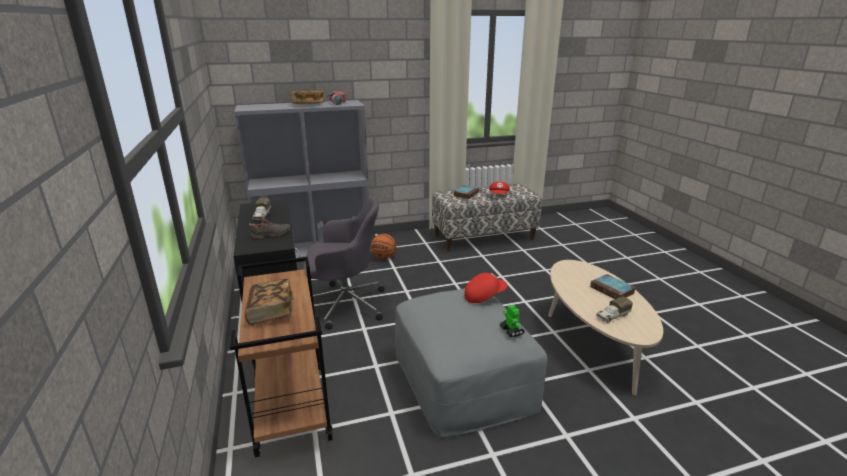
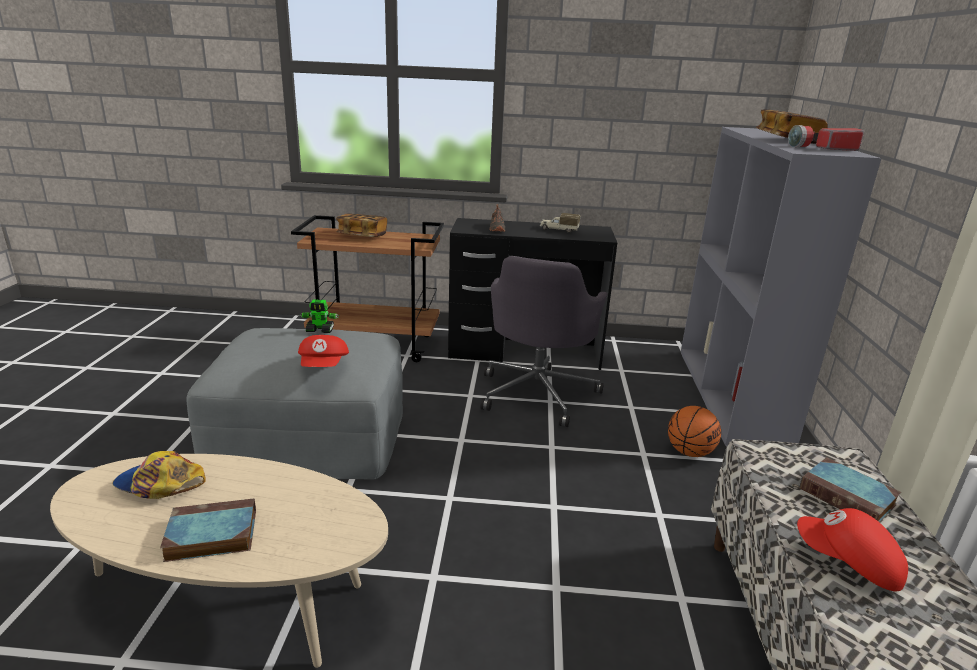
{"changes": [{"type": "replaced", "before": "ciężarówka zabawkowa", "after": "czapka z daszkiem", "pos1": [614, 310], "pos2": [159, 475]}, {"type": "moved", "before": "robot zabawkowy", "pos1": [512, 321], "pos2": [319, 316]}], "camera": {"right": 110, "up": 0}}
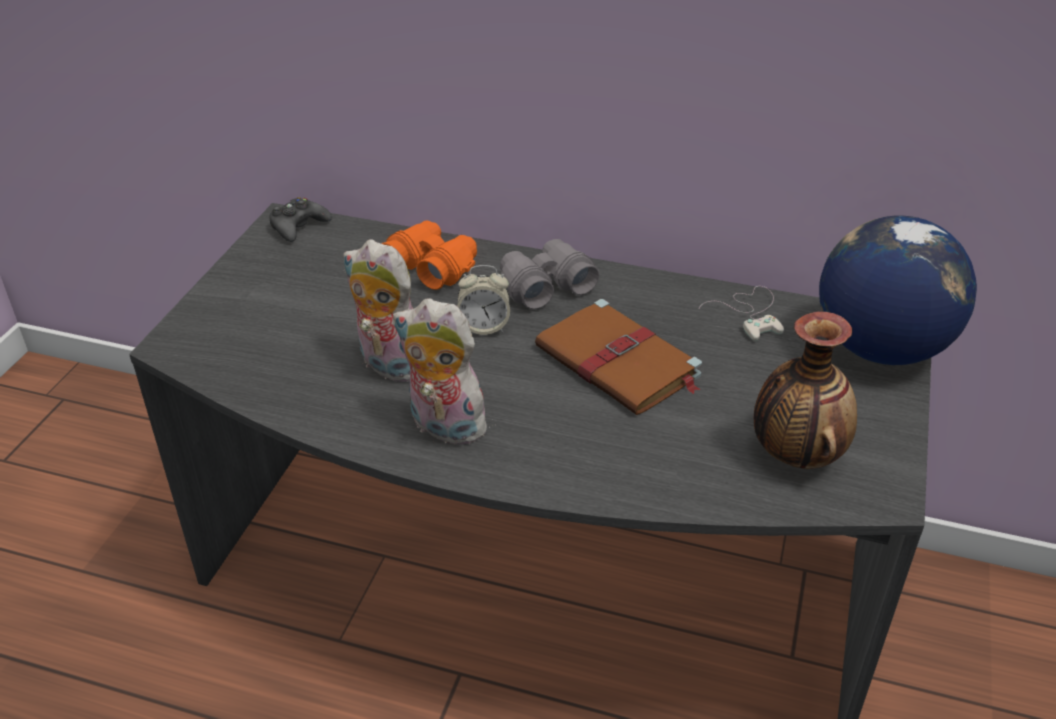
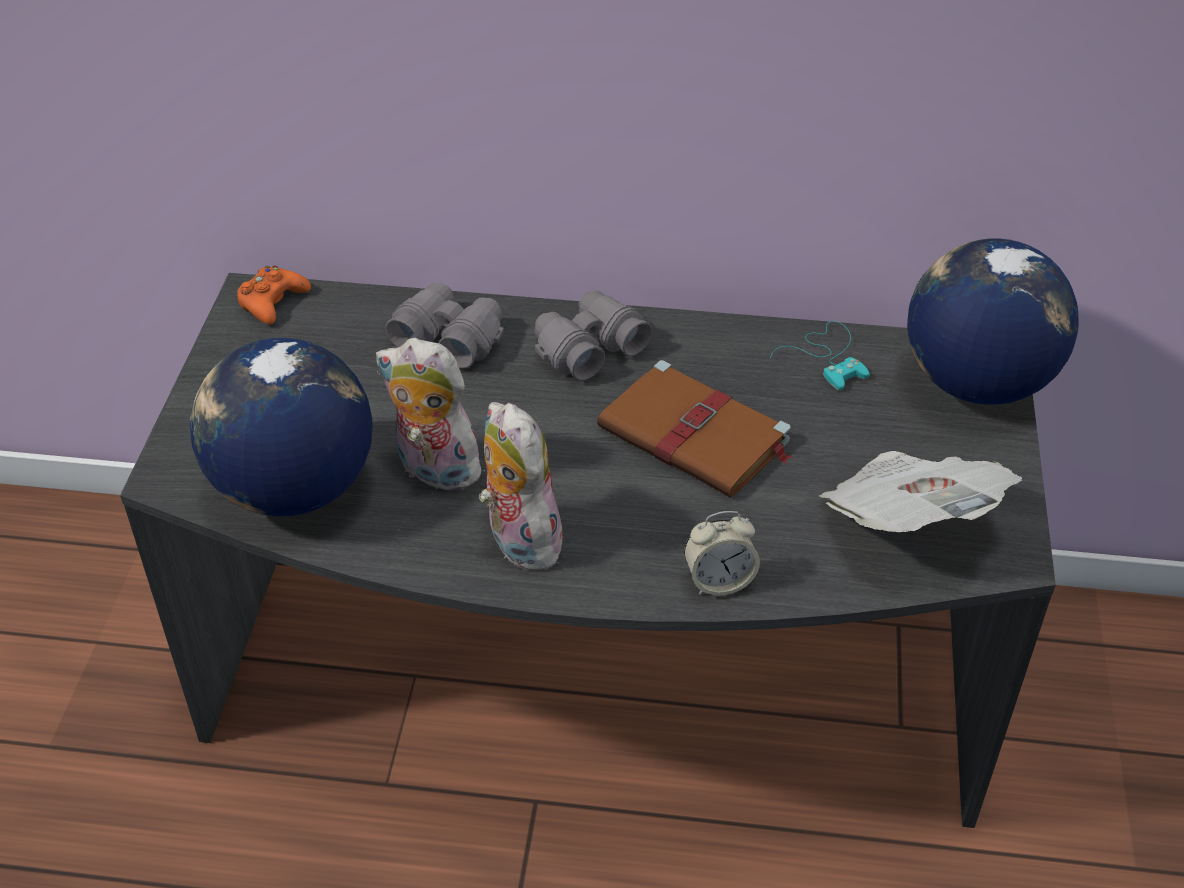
{"changes": [{"type": "recoloured", "before": "pad do gier (czarny)", "after": "pad do gier (pomarańczowy)", "pos1": [300, 219], "pos2": [274, 295]}, {"type": "recoloured", "before": "lornetka (pomarańczowy)", "after": "lornetka (szary)", "pos1": [429, 255], "pos2": [445, 326]}, {"type": "moved", "before": "budzik", "pos1": [483, 300], "pos2": [722, 553]}, {"type": "recoloured", "before": "pad do gier (biały)", "after": "pad do gier (turkusowy)", "pos1": [741, 313], "pos2": [820, 356]}, {"type": "turned", "before": "pluszak", "pos1": [443, 371], "pos2": [523, 486], "turn": 45}, {"type": "replaced", "before": "wazon", "after": "gazeta", "pos1": [805, 390], "pos2": [920, 491]}, {"type": "added", "after": "globus", "pos2": [281, 427]}], "camera": {"right": -10, "up": 5}}
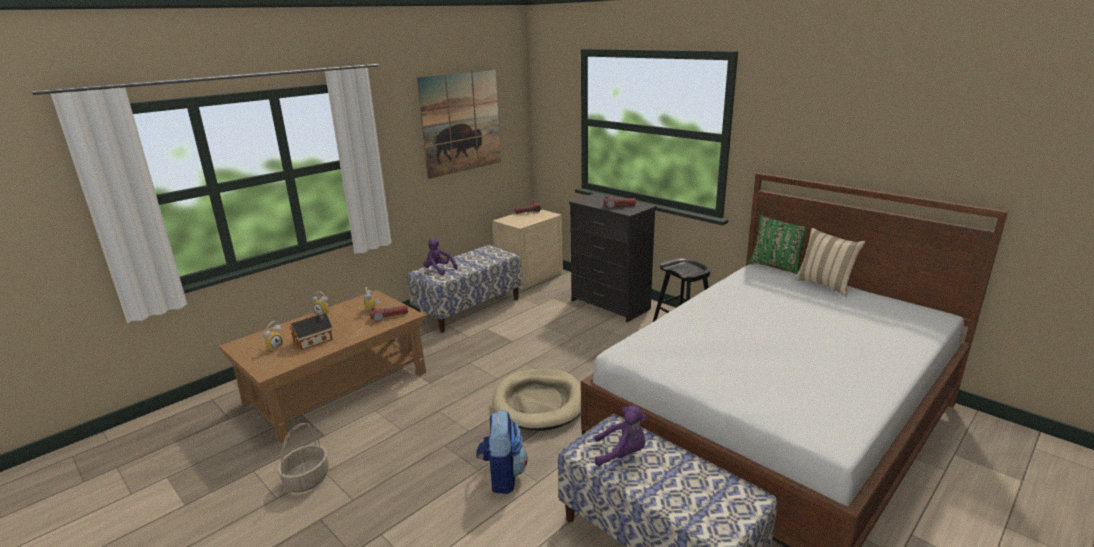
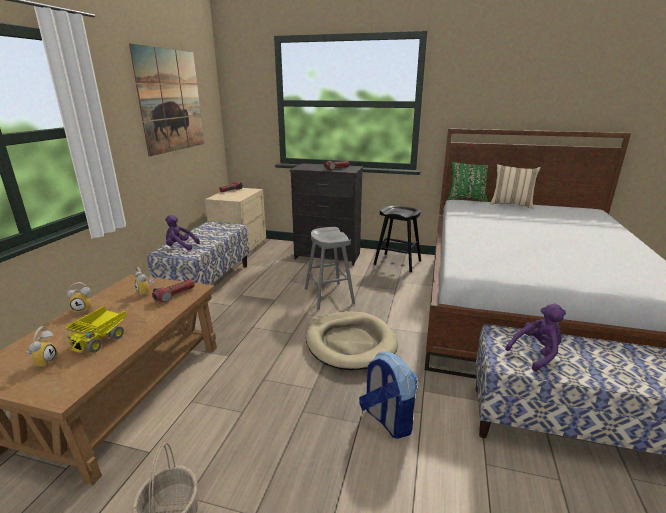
{"changes": [{"type": "replaced", "before": "domek", "after": "ciężarówka zabawkowa", "pos1": [311, 331], "pos2": [96, 330]}, {"type": "added", "after": "stołek (szary)", "pos2": [330, 268]}], "camera": {"right": -30, "up": 0}}
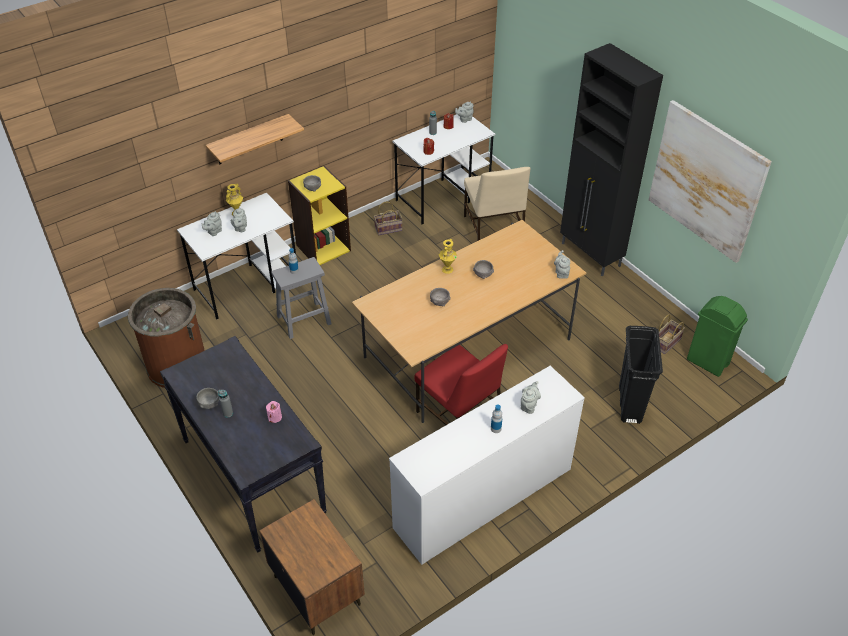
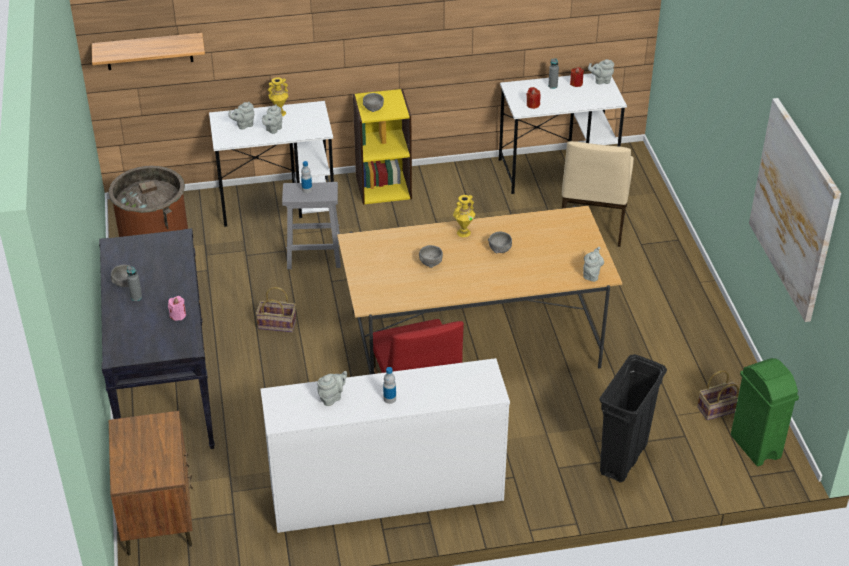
{"changes": [{"type": "removed", "before": "szafka (czarny)", "pos1": [611, 159]}, {"type": "moved", "before": "półka", "pos1": [255, 139], "pos2": [148, 51]}, {"type": "moved", "before": "koszyk", "pos1": [388, 218], "pos2": [276, 309]}, {"type": "moved", "before": "imbryk (szary)", "pos1": [531, 397], "pos2": [332, 388]}], "camera": {"right": 25, "up": -5}}
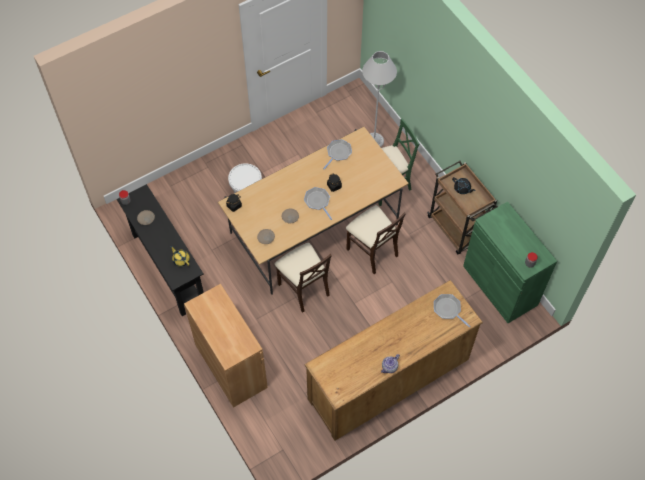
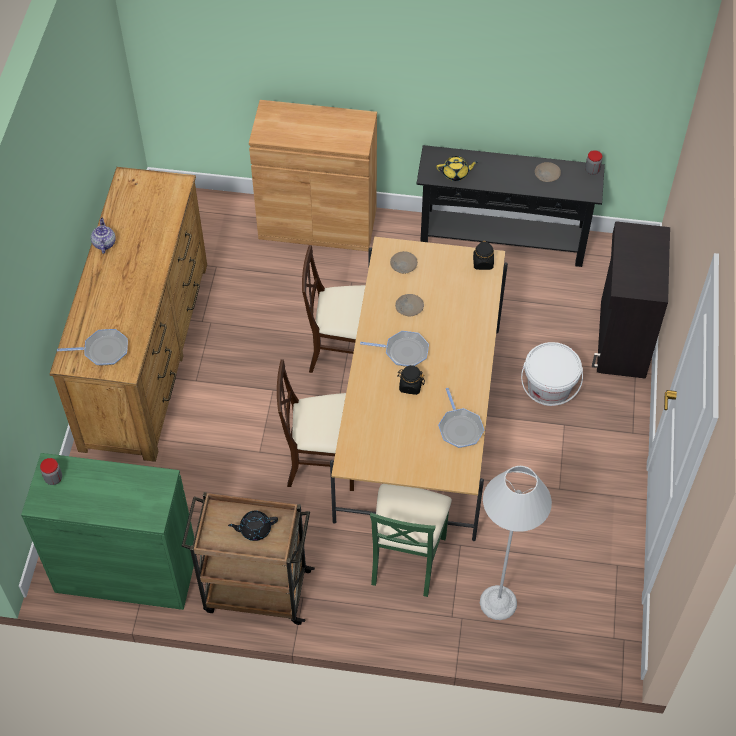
{"changes": [{"type": "added", "after": "szafka (czarny)", "pos2": [631, 300]}], "camera": {"right": 130, "up": -5}}
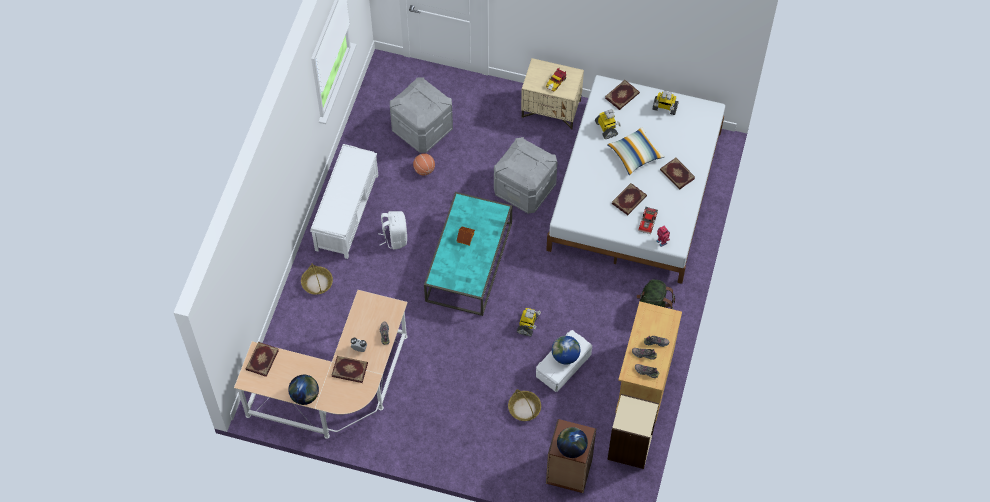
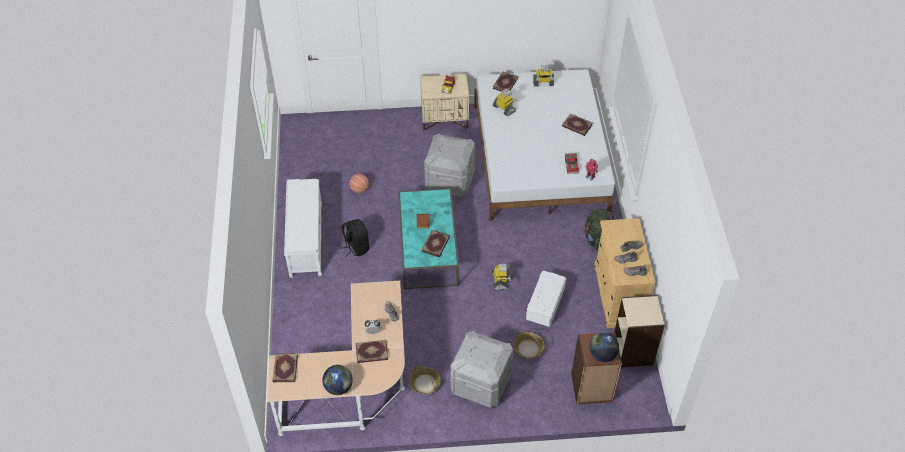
{"changes": [{"type": "moved", "before": "pojemnik do przechowywania (szary)", "pos1": [421, 115], "pos2": [482, 369]}, {"type": "removed", "before": "poduszka", "pos1": [636, 151]}, {"type": "moved", "before": "książka", "pos1": [629, 199], "pos2": [436, 243]}, {"type": "recoloured", "before": "plecak (biały)", "after": "plecak (czarny)", "pos1": [392, 230], "pos2": [355, 238]}, {"type": "moved", "before": "koszyk", "pos1": [317, 279], "pos2": [425, 380]}, {"type": "removed", "before": "globus", "pos1": [566, 350]}], "camera": {"right": -20, "up": -10}}
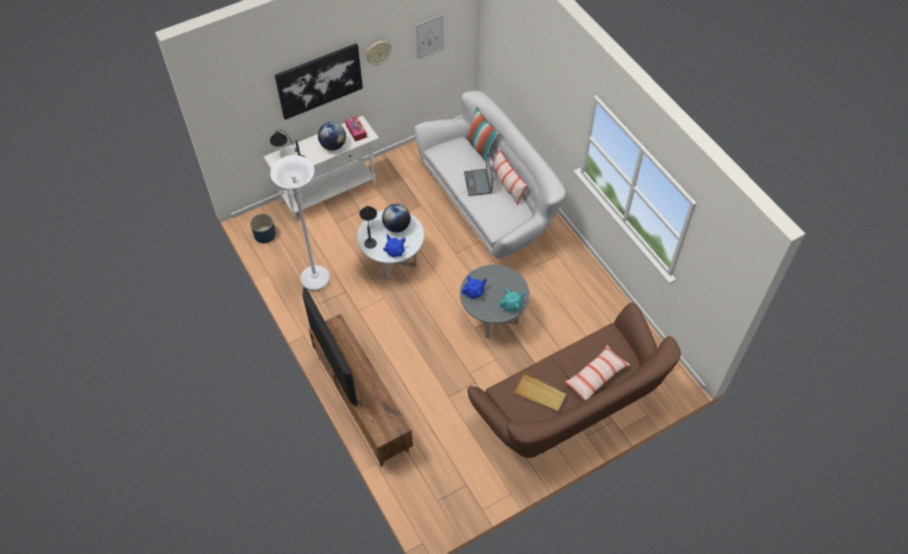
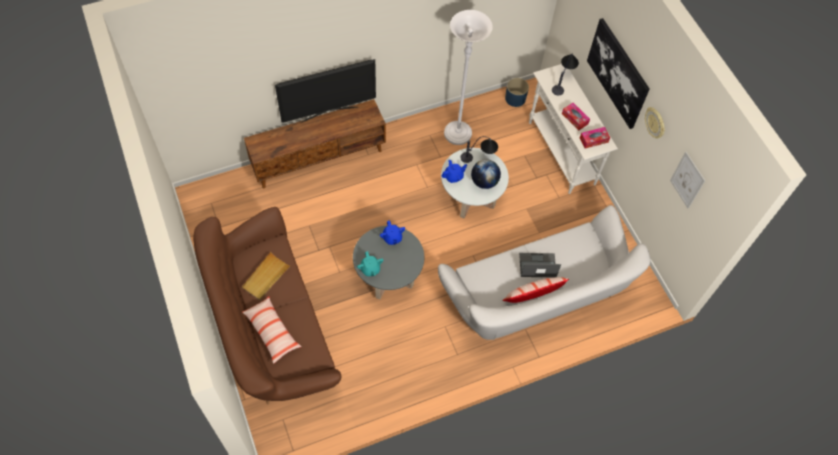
{"changes": [{"type": "removed", "before": "poduszka", "pos1": [482, 134]}, {"type": "replaced", "before": "globus", "after": "pudełko chusteczek", "pos1": [332, 136], "pos2": [576, 116]}], "camera": {"right": 95, "up": 5}}
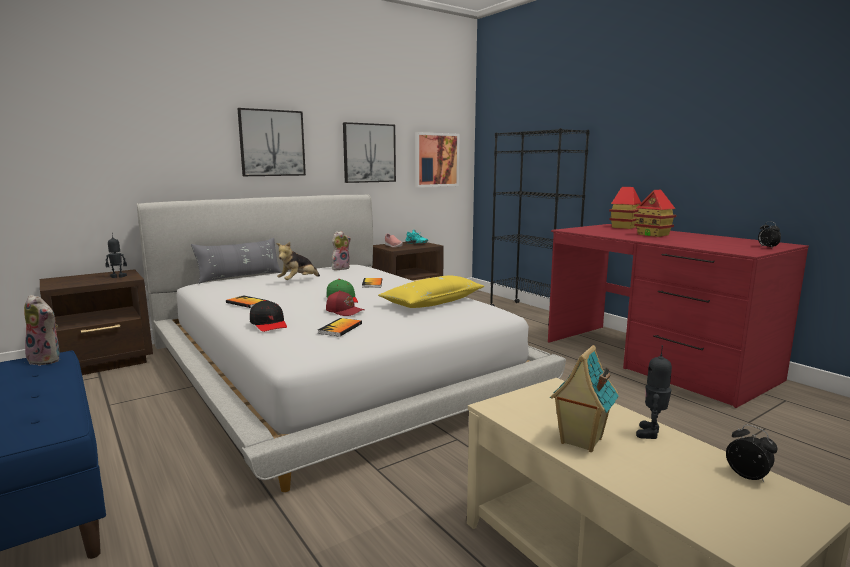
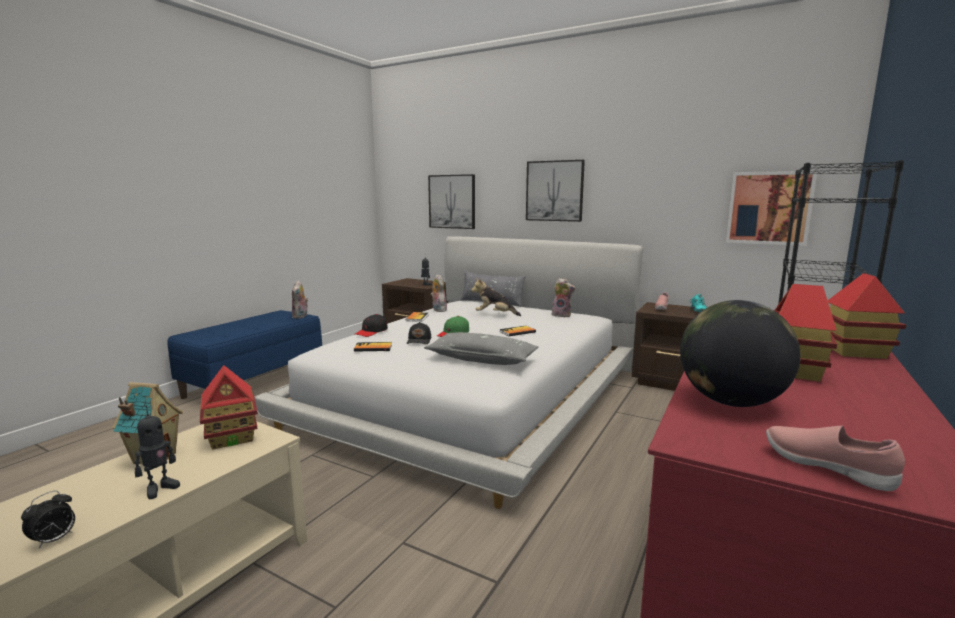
{"changes": [{"type": "moved", "before": "obraz", "pos1": [369, 152], "pos2": [451, 201]}, {"type": "replaced", "before": "budzik", "after": "but (różowy)", "pos1": [769, 235], "pos2": [835, 458]}, {"type": "recoloured", "before": "poduszka (żółty)", "after": "poduszka (szary)", "pos1": [431, 291], "pos2": [481, 348]}, {"type": "recoloured", "before": "czapka z daszkiem (czerwony)", "after": "czapka z daszkiem (czarny)", "pos1": [345, 303], "pos2": [419, 333]}, {"type": "turned", "before": "robot zabawkowy", "pos1": [654, 392], "pos2": [157, 452], "turn": 120}, {"type": "added", "after": "pluszak", "pos2": [438, 293]}, {"type": "added", "after": "globus", "pos2": [740, 353]}, {"type": "added", "after": "domek", "pos2": [229, 407]}], "camera": {"right": 65, "up": 0}}
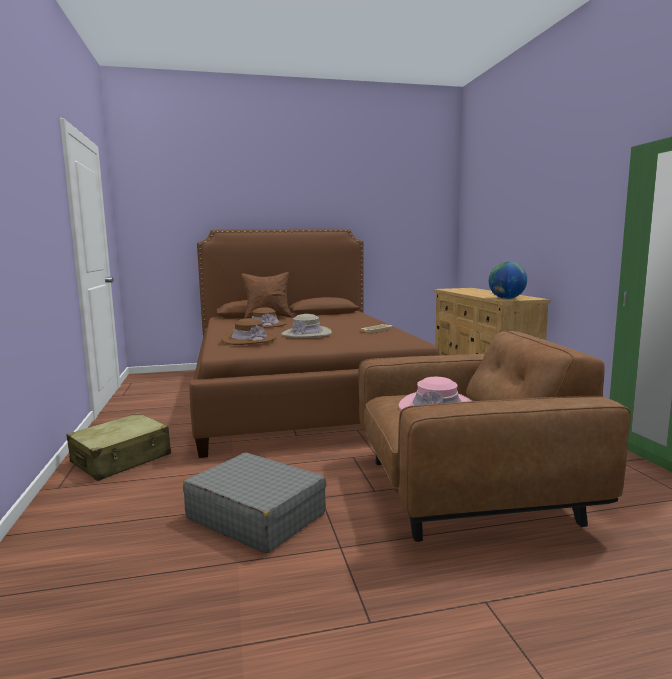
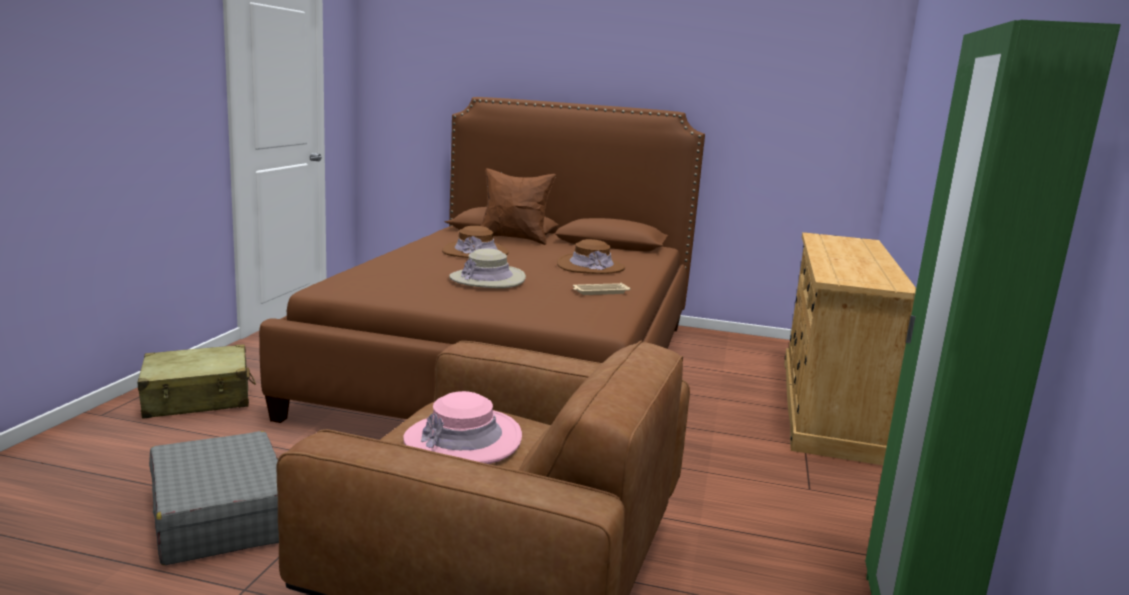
{"changes": [{"type": "removed", "before": "globus", "pos1": [508, 280]}, {"type": "moved", "before": "kapelusz (brązowy)", "pos1": [248, 331], "pos2": [591, 256]}], "camera": {"right": 25, "up": 5}}
